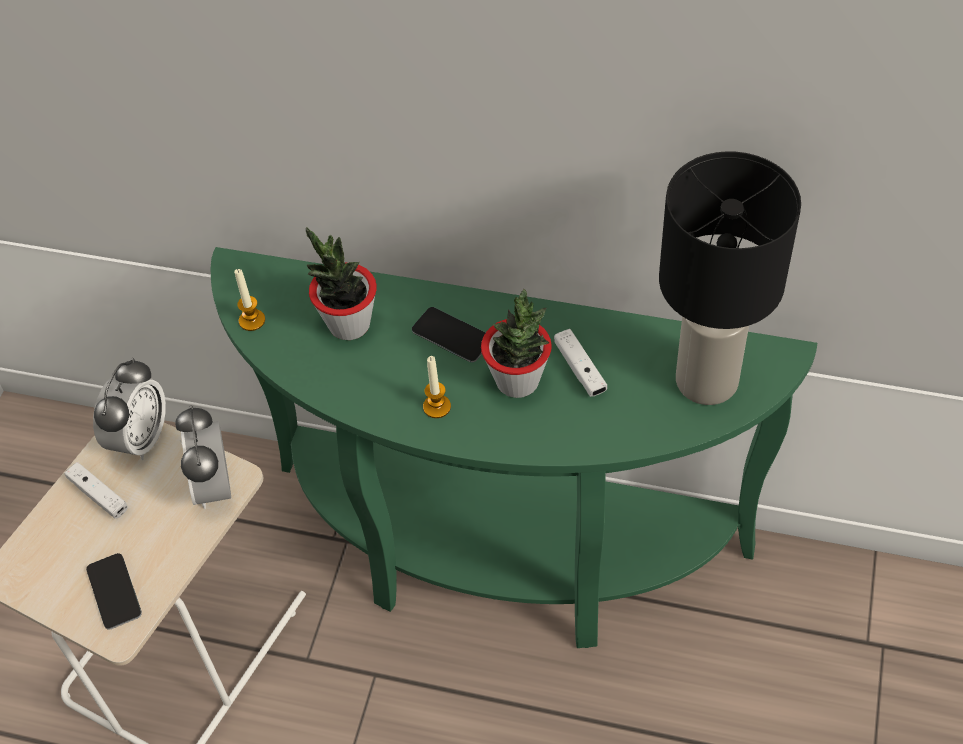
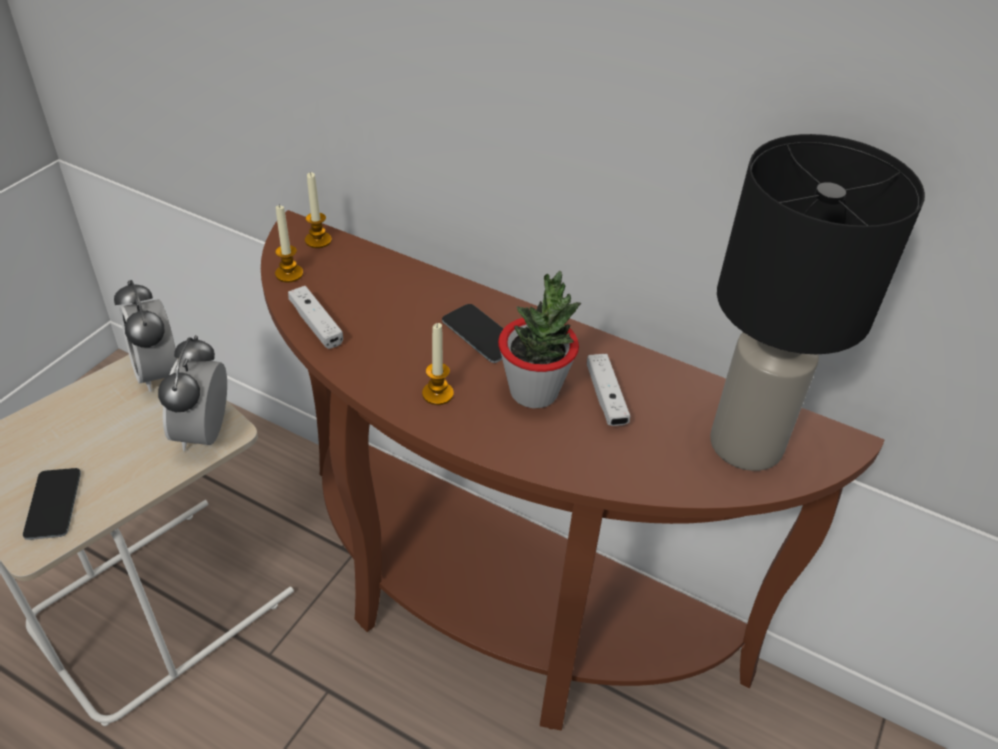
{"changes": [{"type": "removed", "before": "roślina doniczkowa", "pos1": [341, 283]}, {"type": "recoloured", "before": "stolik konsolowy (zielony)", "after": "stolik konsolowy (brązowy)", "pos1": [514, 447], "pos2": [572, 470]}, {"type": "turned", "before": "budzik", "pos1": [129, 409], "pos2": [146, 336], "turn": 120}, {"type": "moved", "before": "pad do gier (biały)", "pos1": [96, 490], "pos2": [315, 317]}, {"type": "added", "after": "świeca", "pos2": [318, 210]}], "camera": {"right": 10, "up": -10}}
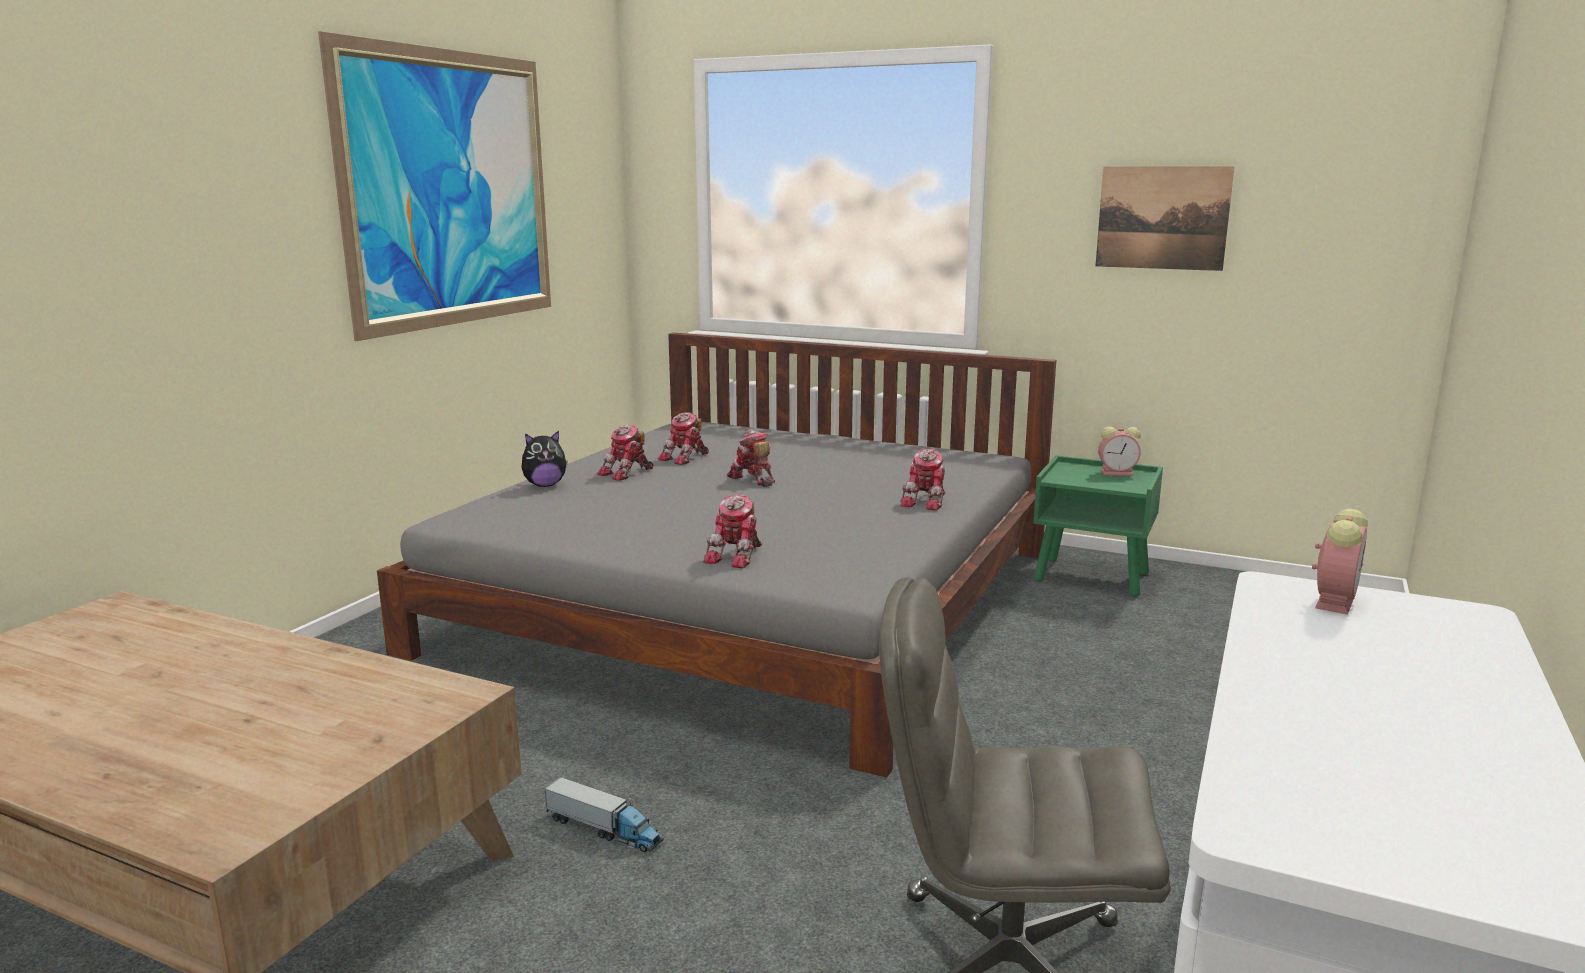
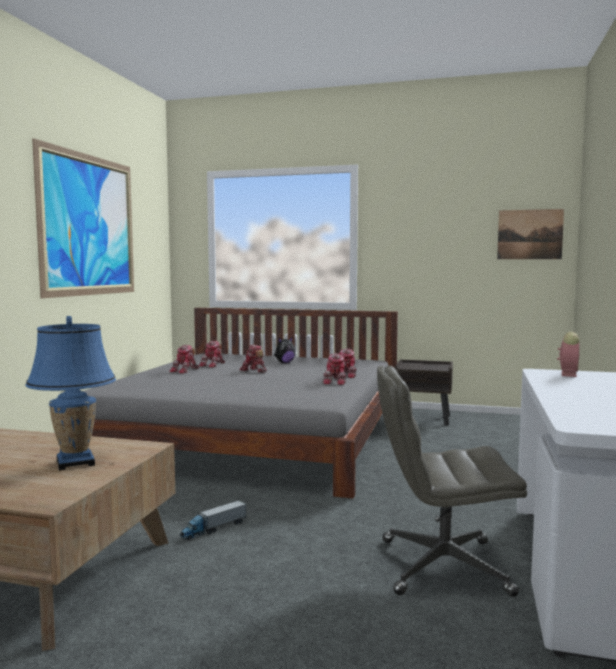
{"changes": [{"type": "moved", "before": "obraz", "pos1": [1165, 218], "pos2": [530, 234]}, {"type": "removed", "before": "budzik", "pos1": [1119, 451]}, {"type": "moved", "before": "pluszak", "pos1": [544, 459], "pos2": [284, 350]}, {"type": "recoloured", "before": "szafka nocna (zielony)", "after": "szafka nocna (brązowy)", "pos1": [1098, 526], "pos2": [424, 392]}, {"type": "moved", "before": "robot zabawkowy", "pos1": [732, 532], "pos2": [335, 369]}, {"type": "turned", "before": "ciężarówka zabawkowa", "pos1": [604, 814], "pos2": [212, 520], "turn": 120}, {"type": "added", "after": "lampa stołowa (niebieski)", "pos2": [70, 393]}], "camera": {"right": -10, "up": -10}}
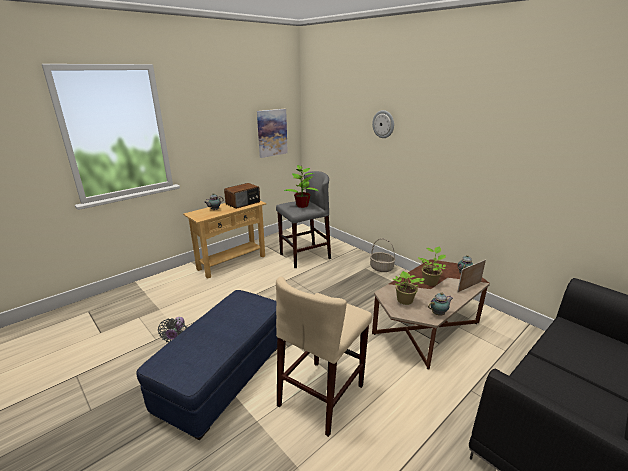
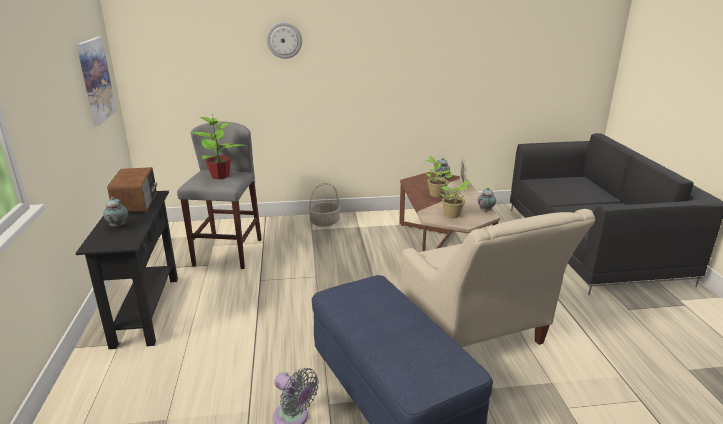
{"changes": [{"type": "recoloured", "before": "stolik konsolowy (beżowy)", "after": "stolik konsolowy (czarny)", "pos1": [224, 240], "pos2": [127, 270]}, {"type": "replaced", "before": "stołek (beżowy)", "after": "fotel (beżowy)", "pos1": [324, 357], "pos2": [497, 278]}], "camera": {"right": -55, "up": 0}}
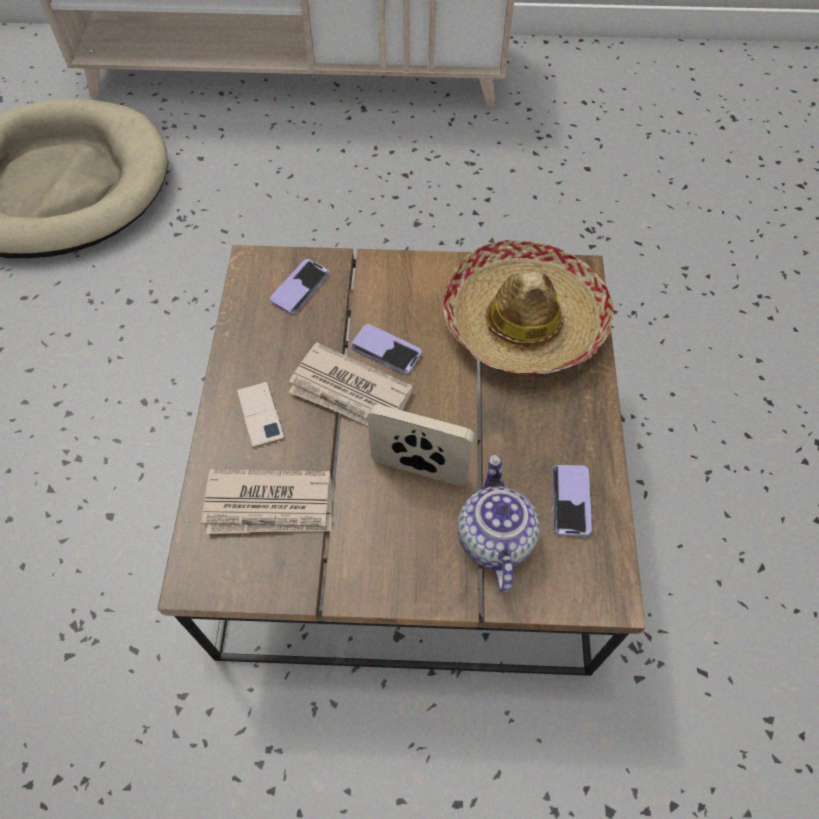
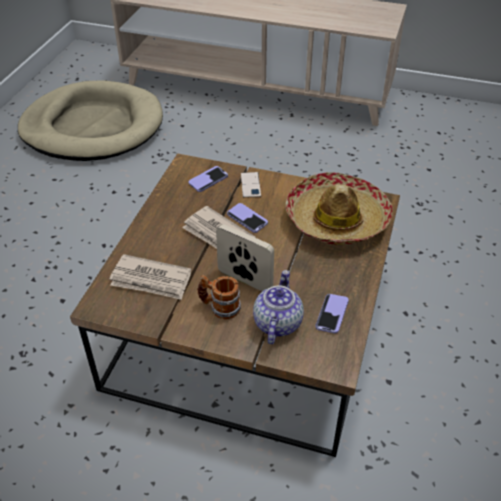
{"changes": [{"type": "moved", "before": "telefon", "pos1": [260, 414], "pos2": [251, 185]}, {"type": "added", "after": "kubek", "pos2": [219, 297]}], "camera": {"right": 15, "up": -15}}
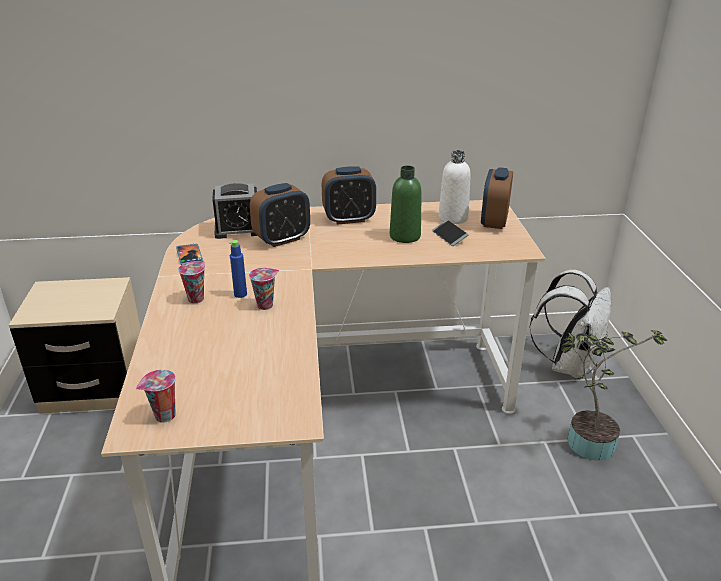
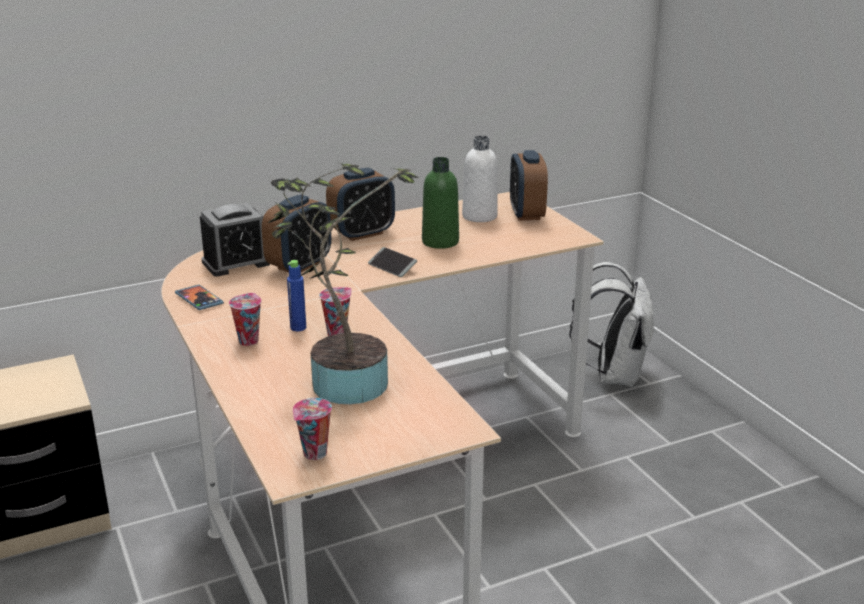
{"changes": [{"type": "moved", "before": "telefon", "pos1": [450, 233], "pos2": [392, 262]}, {"type": "moved", "before": "roślina doniczkowa", "pos1": [614, 395], "pos2": [343, 283]}], "camera": {"right": -20, "up": -5}}
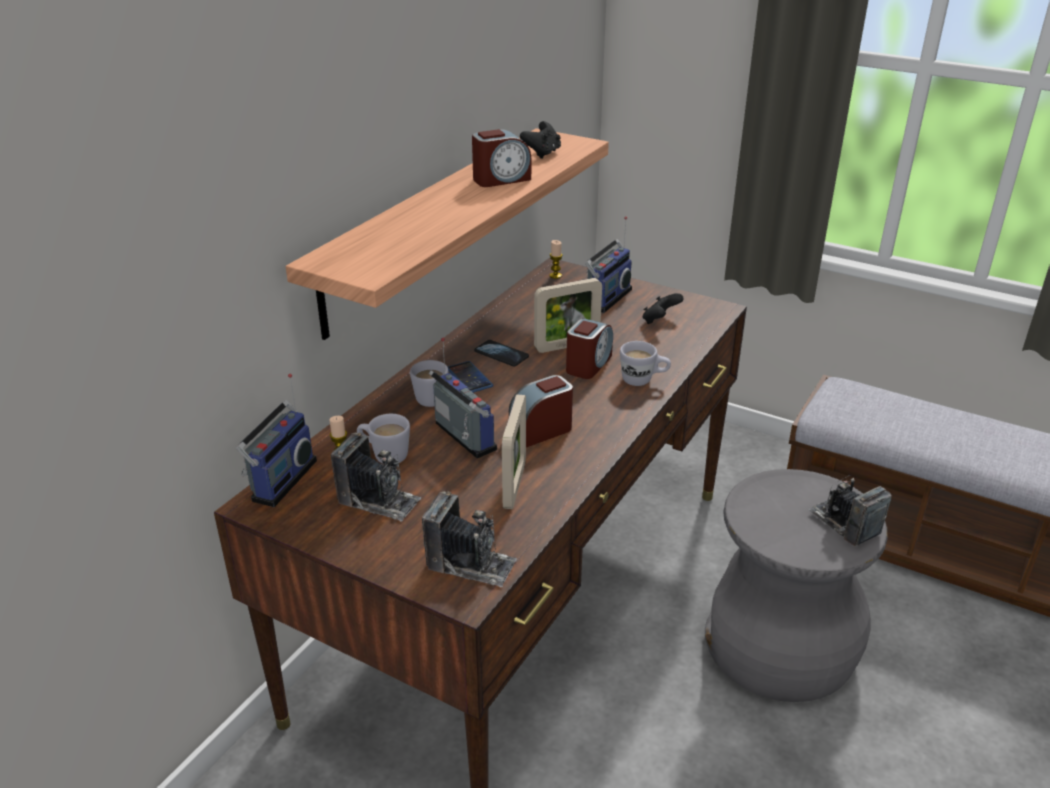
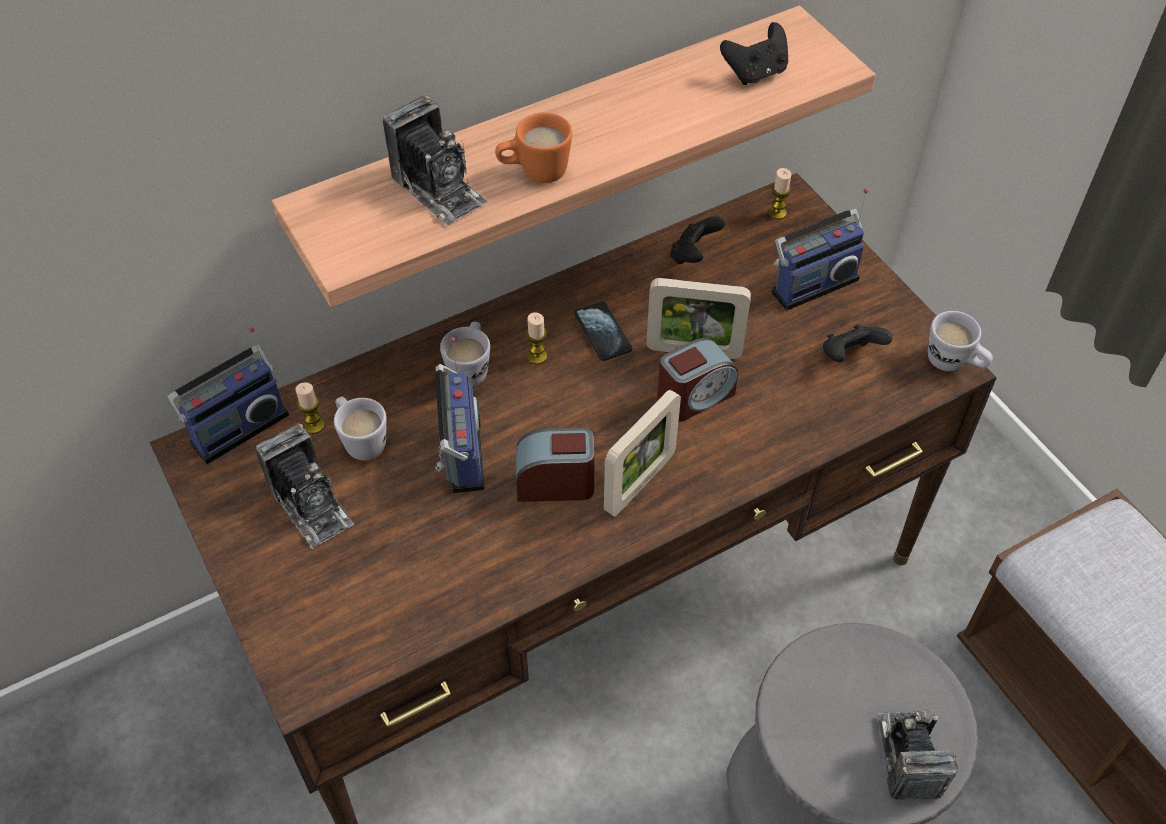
{"changes": [{"type": "removed", "before": "budzik", "pos1": [501, 158]}, {"type": "moved", "before": "kubek (biały)", "pos1": [645, 363], "pos2": [960, 341]}, {"type": "replaced", "before": "telefon", "after": "świeca", "pos1": [470, 377], "pos2": [536, 338]}, {"type": "moved", "before": "ramka na zdjęcie", "pos1": [514, 451], "pos2": [642, 453]}, {"type": "moved", "before": "aparat fotograficzny", "pos1": [469, 539], "pos2": [435, 161]}, {"type": "added", "after": "kubek (pomarańczowy)", "pos2": [533, 147]}, {"type": "added", "after": "pad do gier (czarny)", "pos2": [697, 240]}], "camera": {"right": 30, "up": 20}}
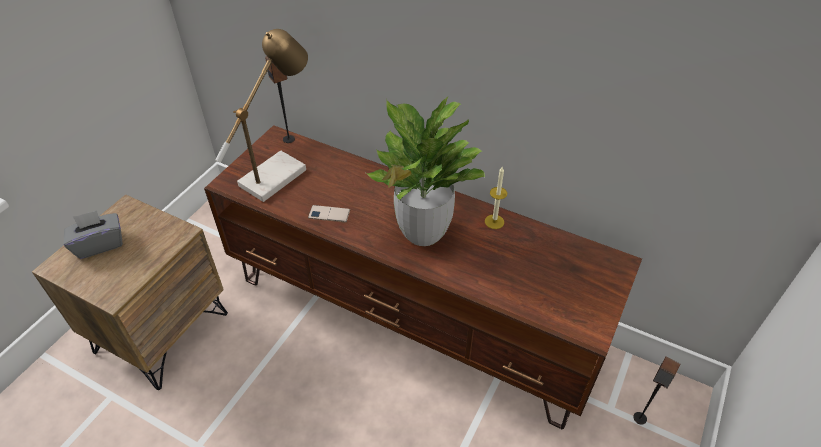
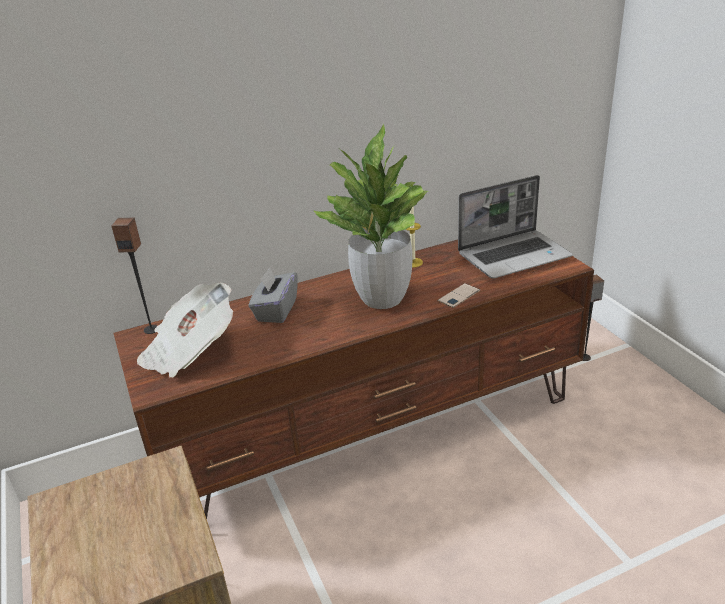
{"changes": [{"type": "replaced", "before": "lampa stołowa", "after": "gazeta", "pos1": [262, 115], "pos2": [185, 330]}, {"type": "moved", "before": "telefon", "pos1": [329, 214], "pos2": [459, 295]}, {"type": "moved", "before": "pudełko chusteczek (szary)", "pos1": [93, 234], "pos2": [273, 295]}, {"type": "added", "after": "laptop", "pos2": [515, 227]}], "camera": {"right": -50, "up": -15}}
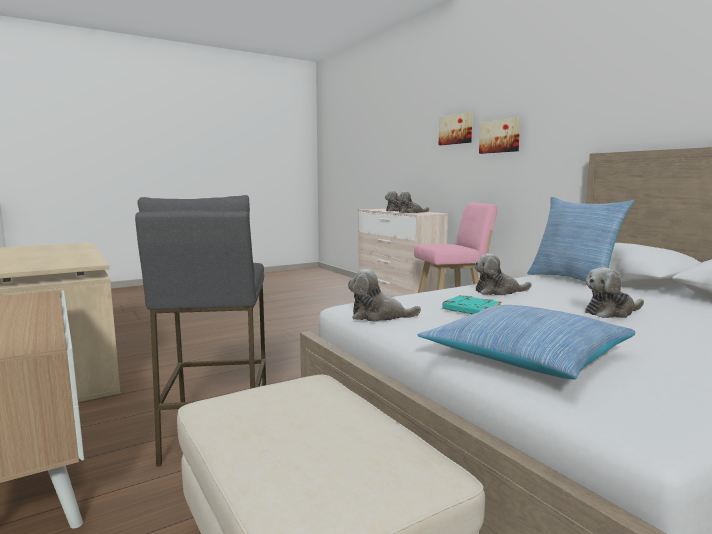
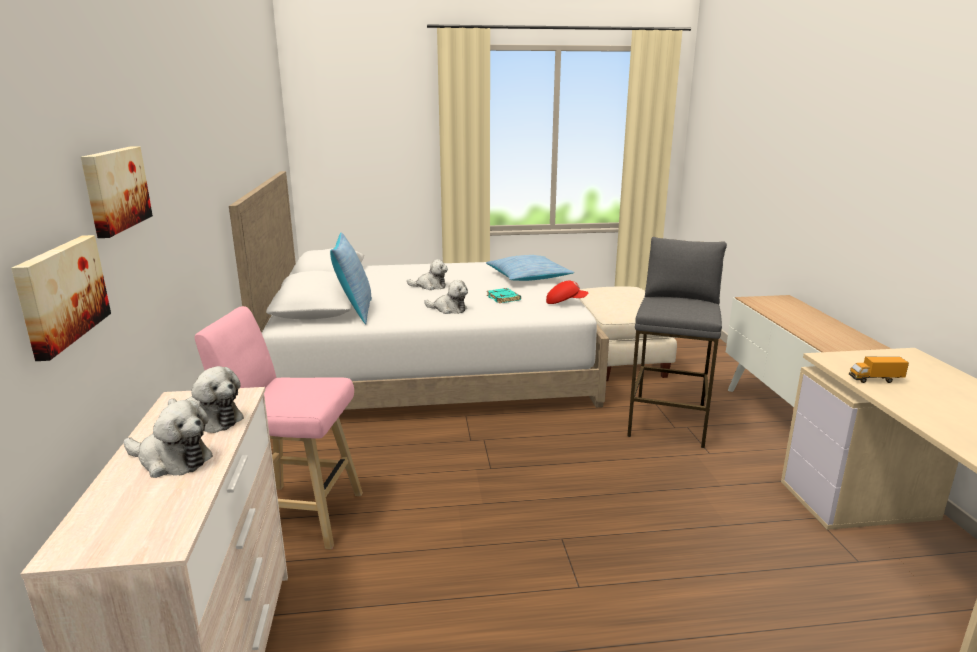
{"changes": [{"type": "moved", "before": "obraz", "pos1": [499, 136], "pos2": [61, 298]}, {"type": "replaced", "before": "pluszak", "after": "czapka z daszkiem (czerwony)", "pos1": [384, 295], "pos2": [567, 292]}, {"type": "added", "after": "ciężarówka zabawkowa", "pos2": [879, 370]}], "camera": {"right": -155, "up": 10}}
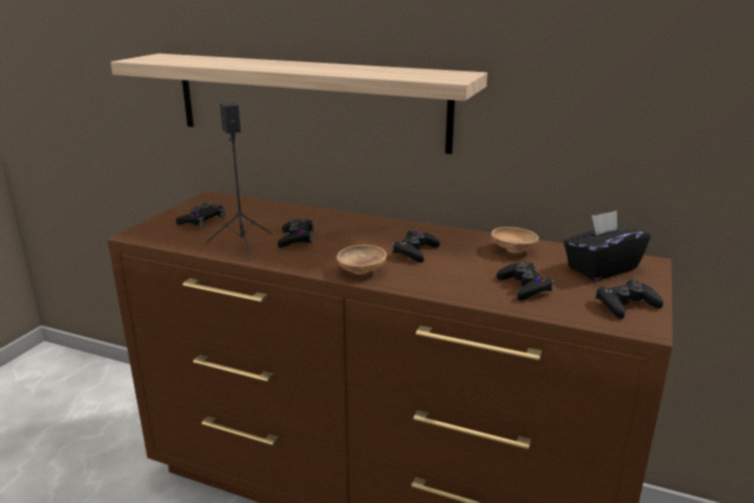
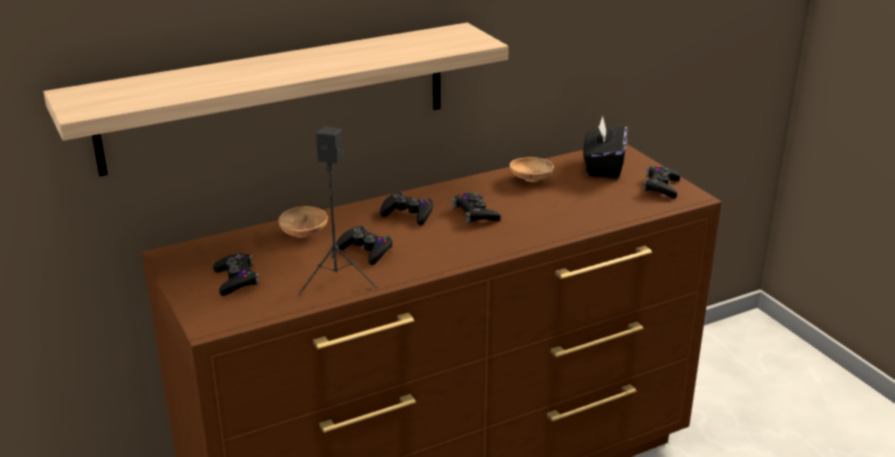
{"changes": [{"type": "moved", "before": "miska (brązowy)", "pos1": [362, 259], "pos2": [303, 222]}, {"type": "moved", "before": "pad do gier (czarny)", "pos1": [525, 281], "pos2": [406, 208]}], "camera": {"right": -50, "up": 5}}
